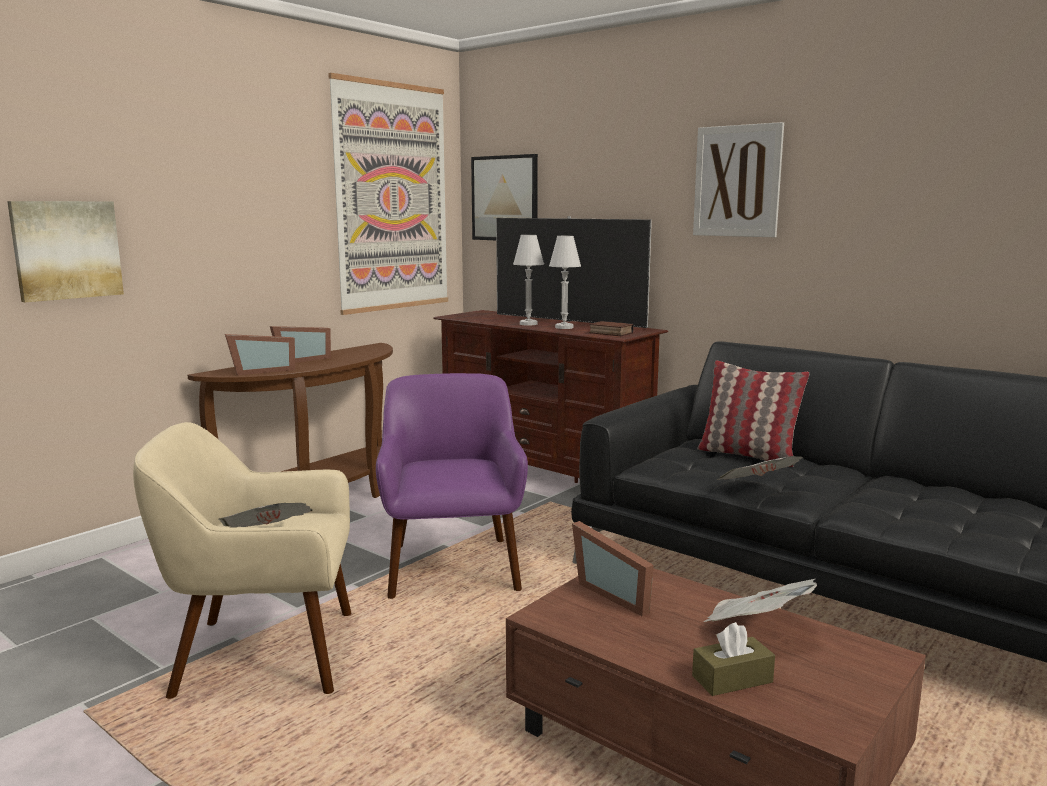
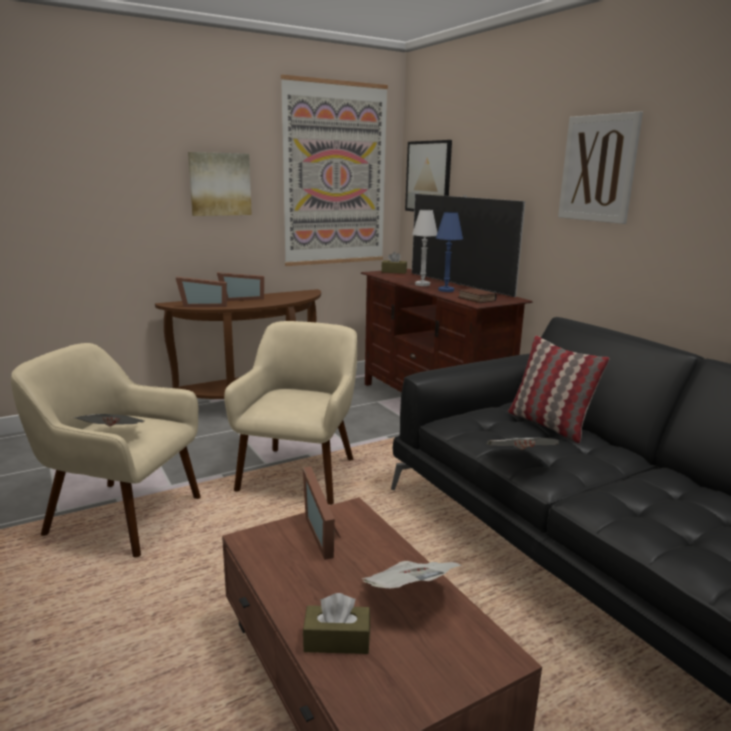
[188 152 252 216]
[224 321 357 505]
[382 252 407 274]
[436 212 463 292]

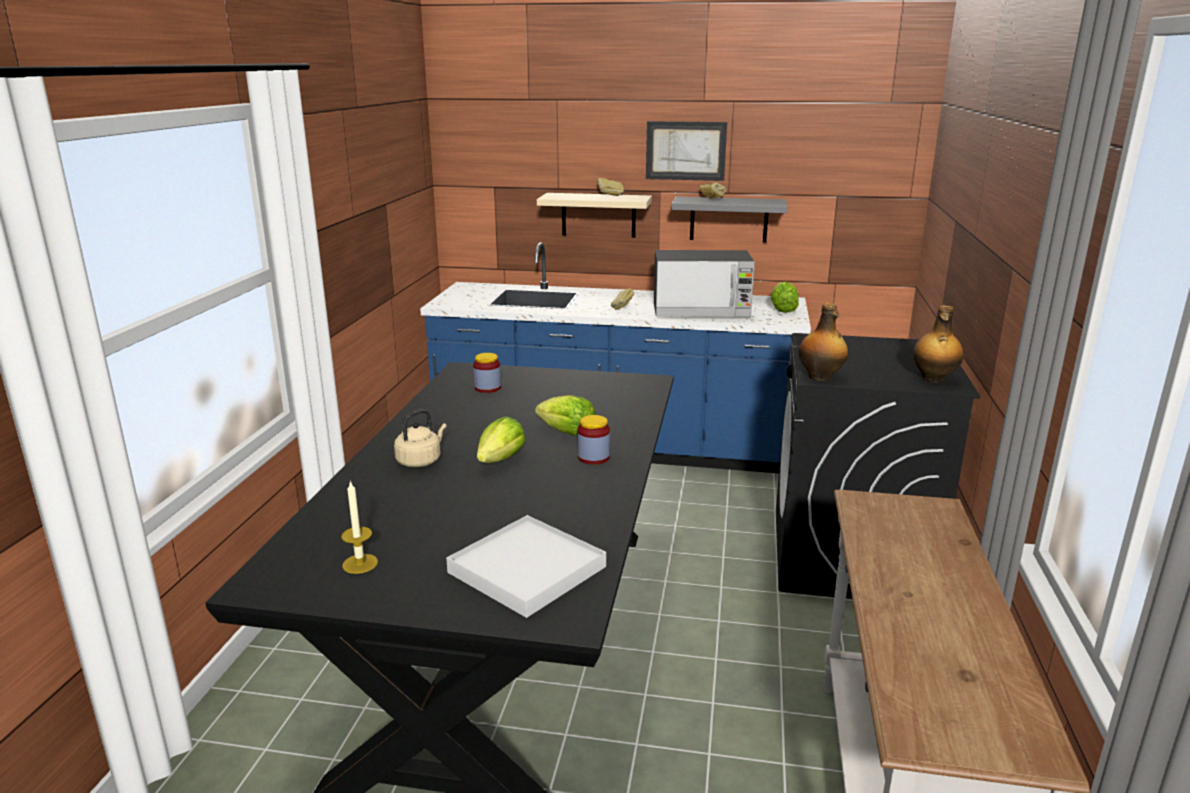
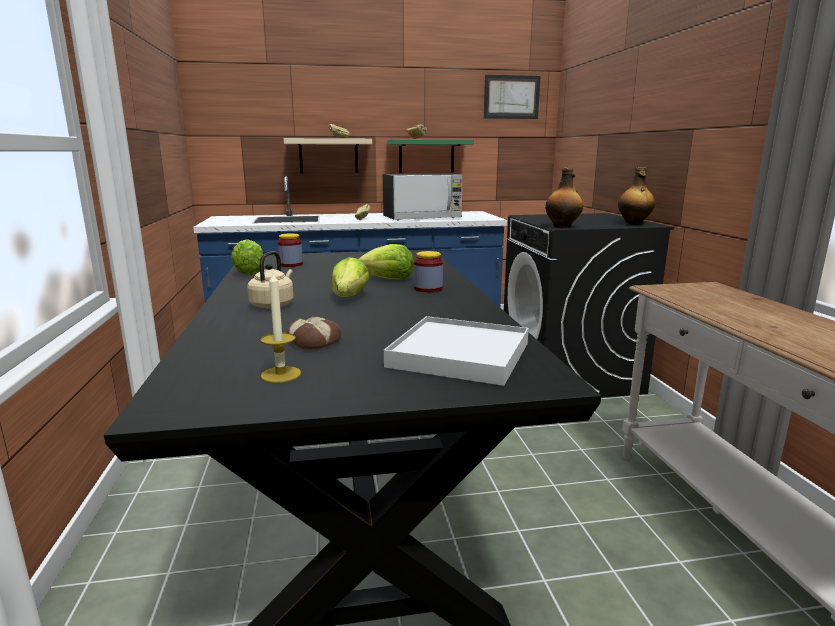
[231 239 265 275]
[286 317 341 350]
[387 139 474 173]
[484 75 541 119]

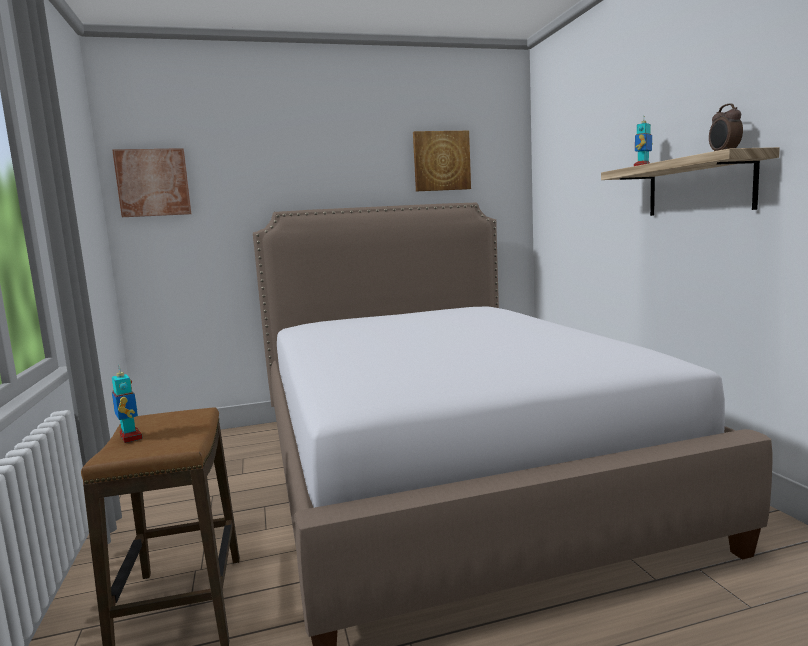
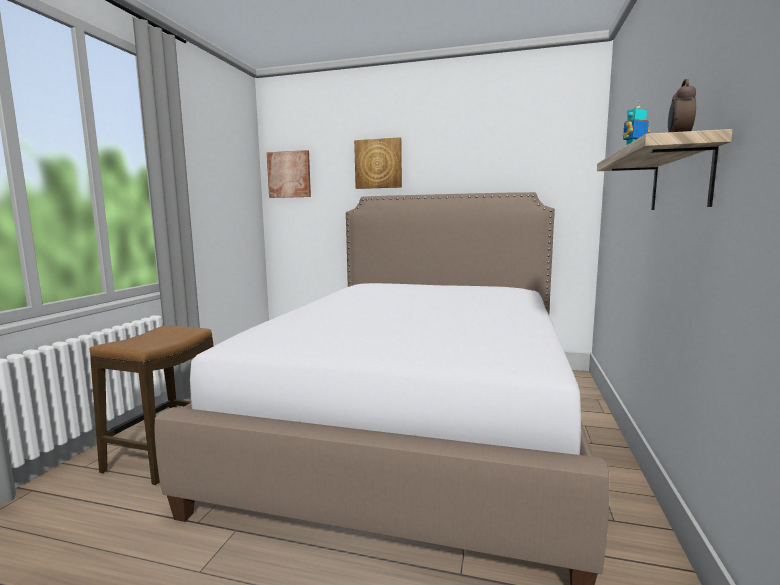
[354 137 402 189]
[112 365 143 443] (first image)

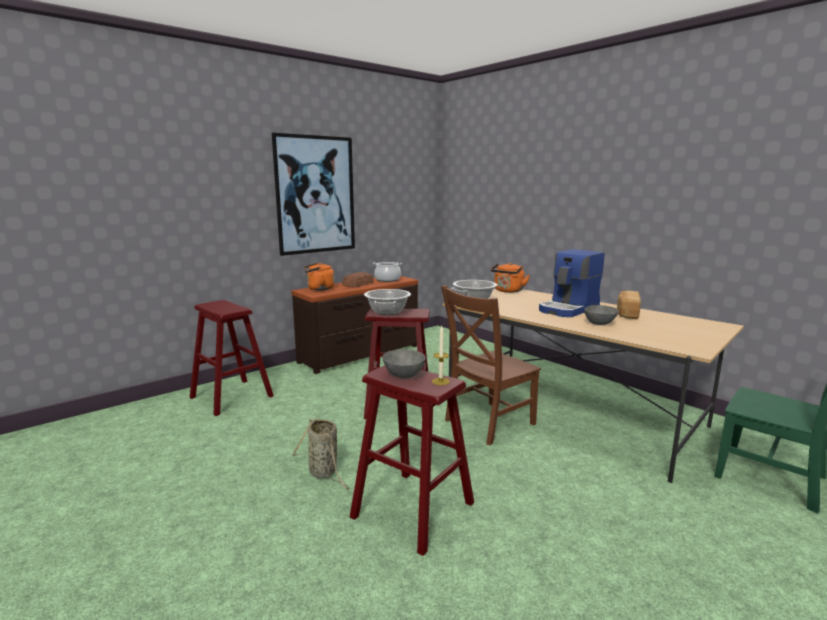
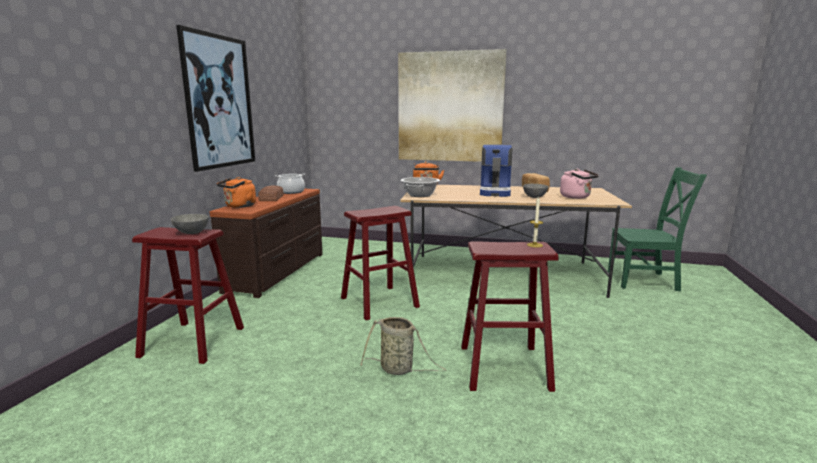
[170 214 209 234]
[398 49 507 162]
[560 169 599 199]
[364 289 411 315] (first image)
[441 285 541 445] (first image)

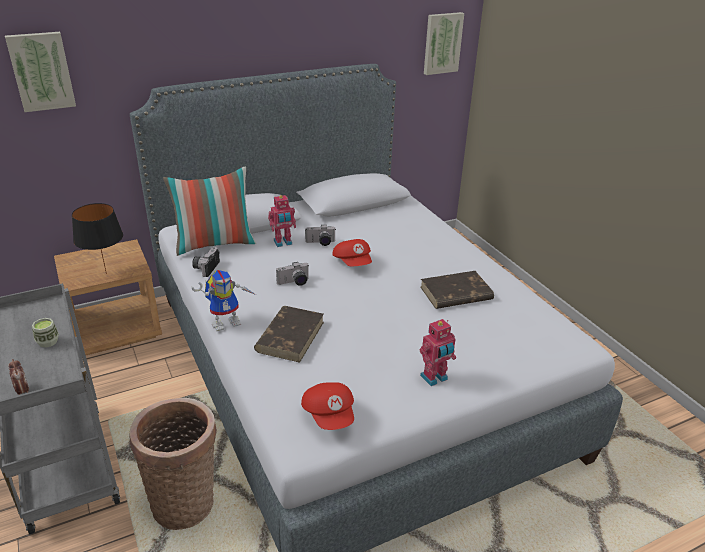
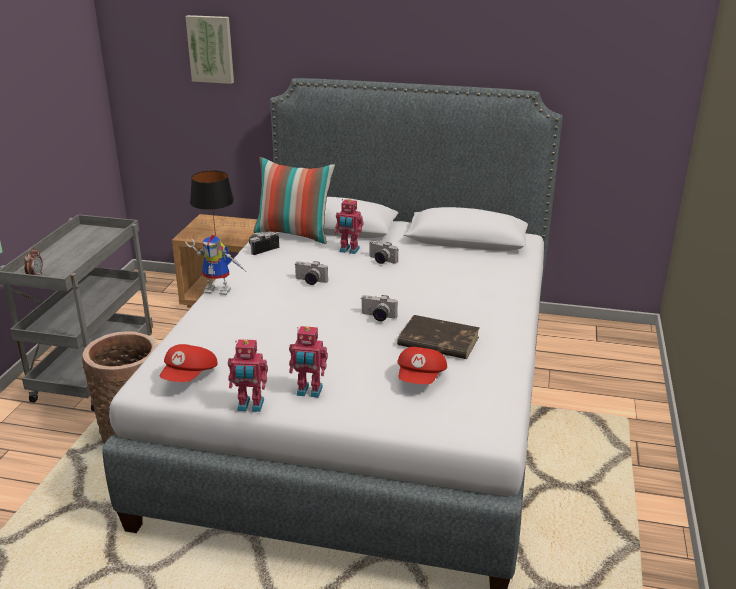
[228 339 268 412]
[361 295 398 321]
[397 347 447 384]
[32 318 59 348] (first image)
[254 306 324 363] (first image)
[424 12 464 75] (first image)

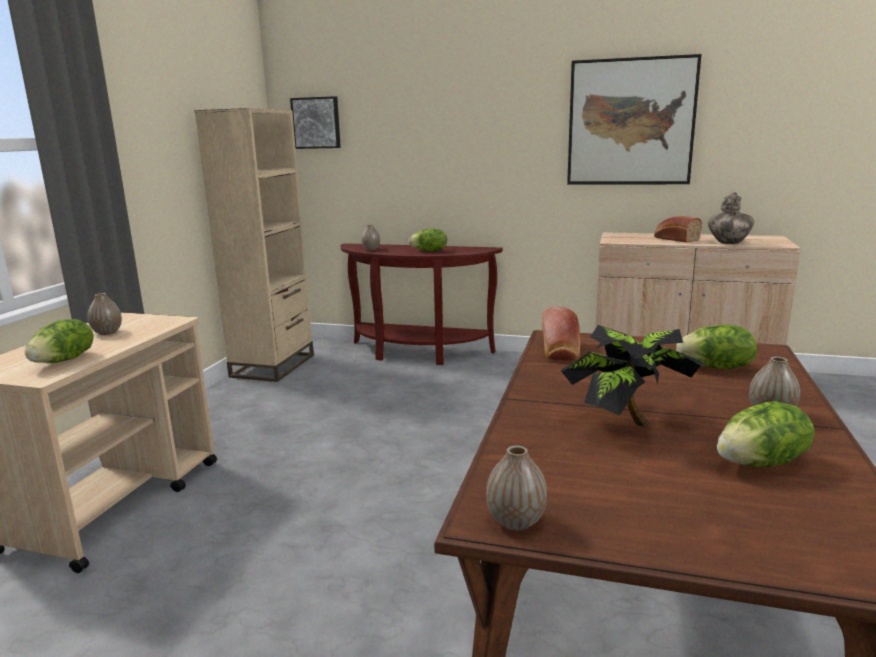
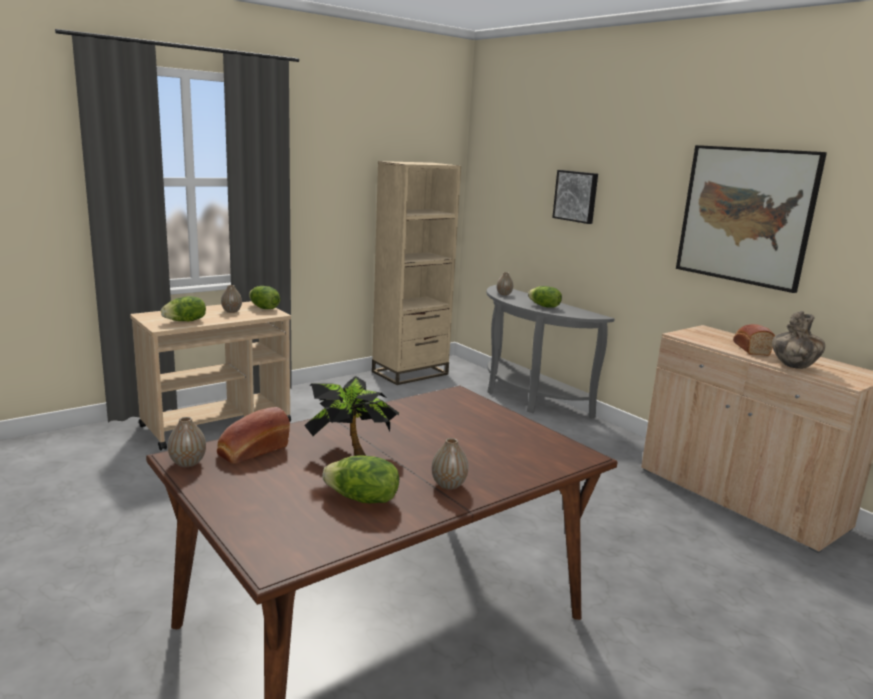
[217 407 290 464]
[249 286 280 309]
[486 285 615 419]
[552 170 598 224]

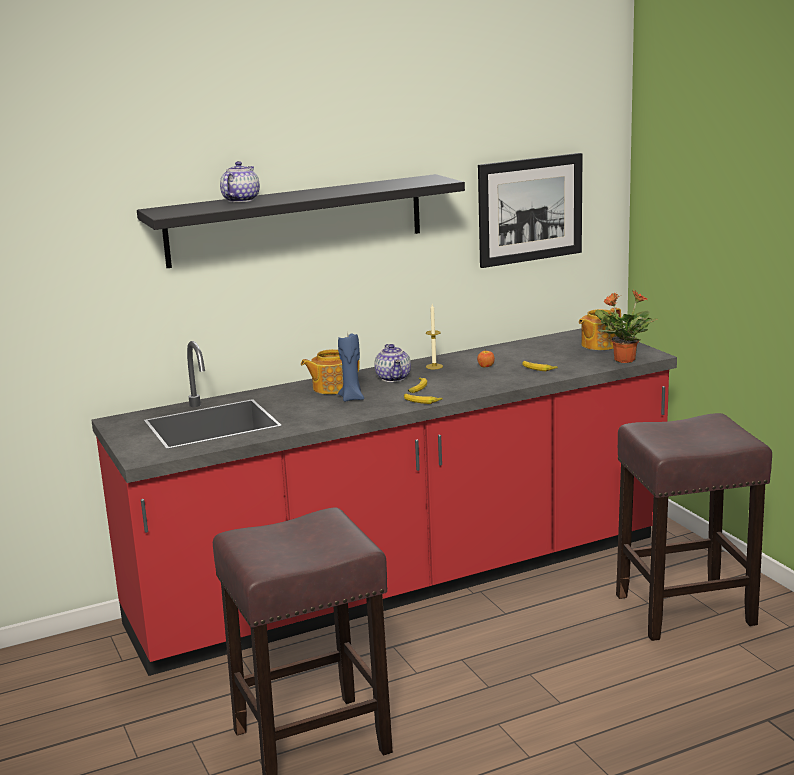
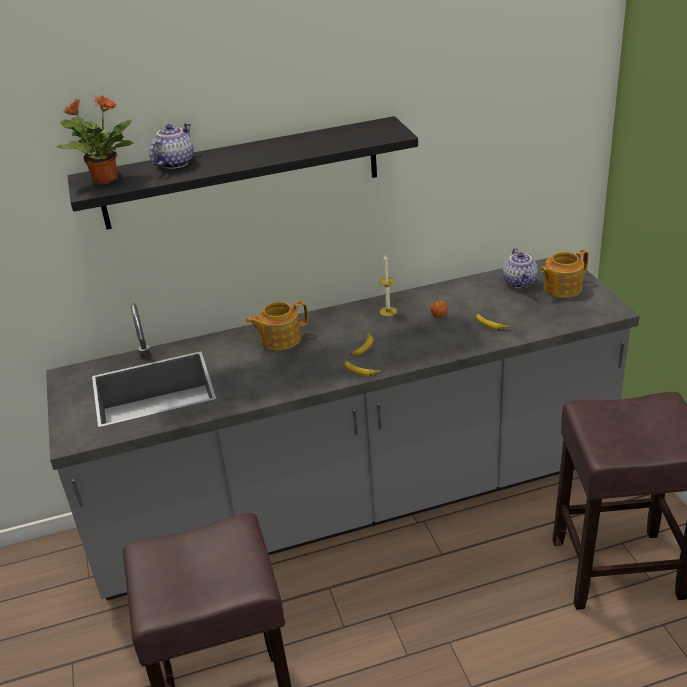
[46 258 640 600]
[57 95 134 184]
[503 248 538 288]
[338 333 364 402] (first image)
[478 153 583 268] (first image)

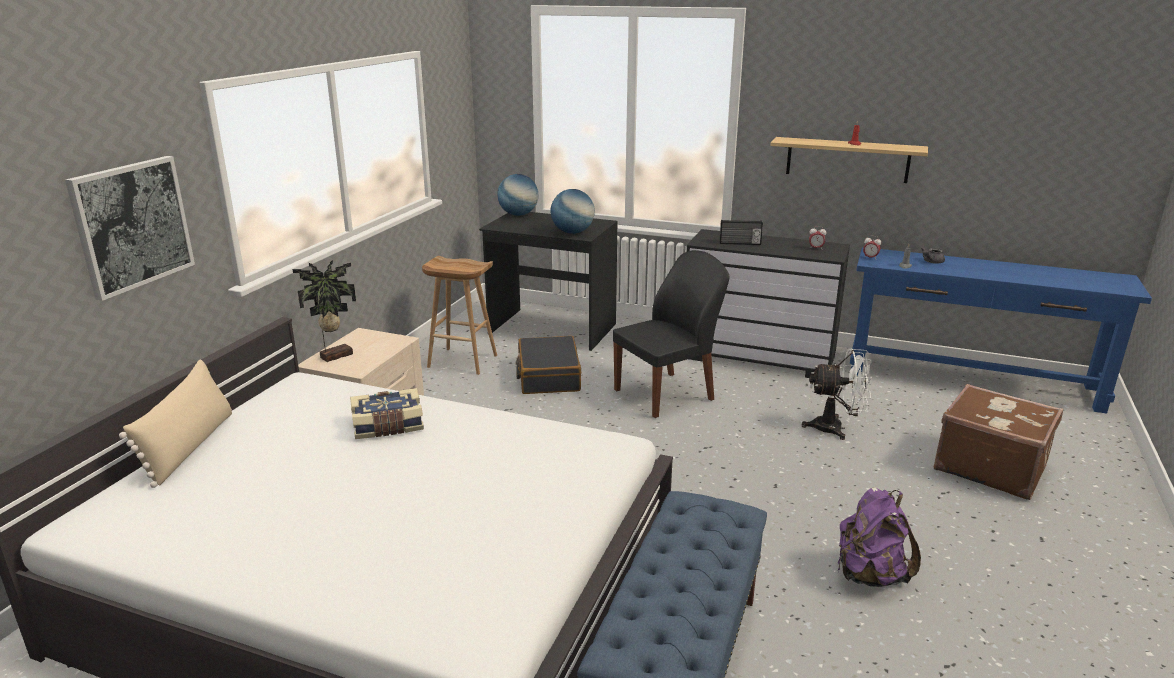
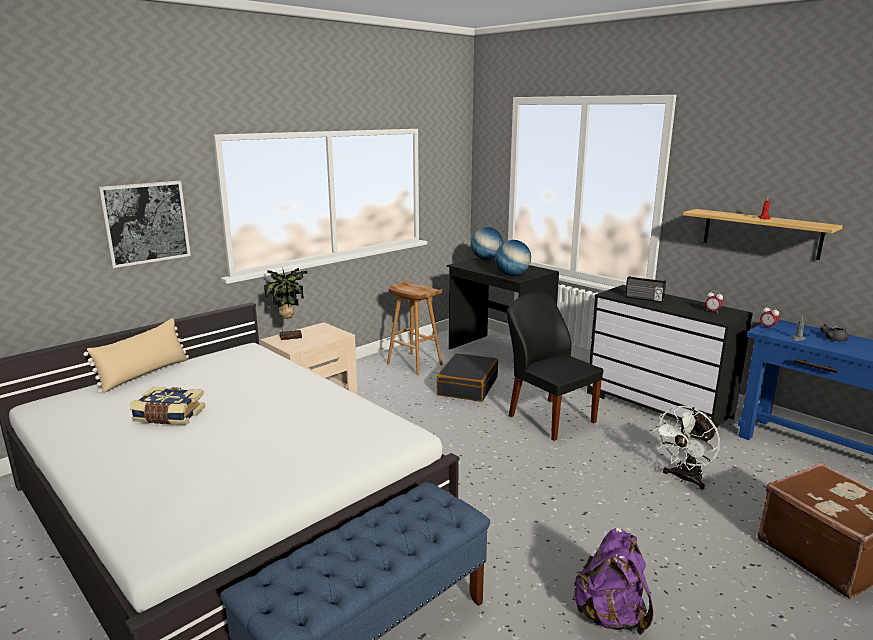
[130 387 205 425]
[507 292 604 441]
[653 406 720 490]

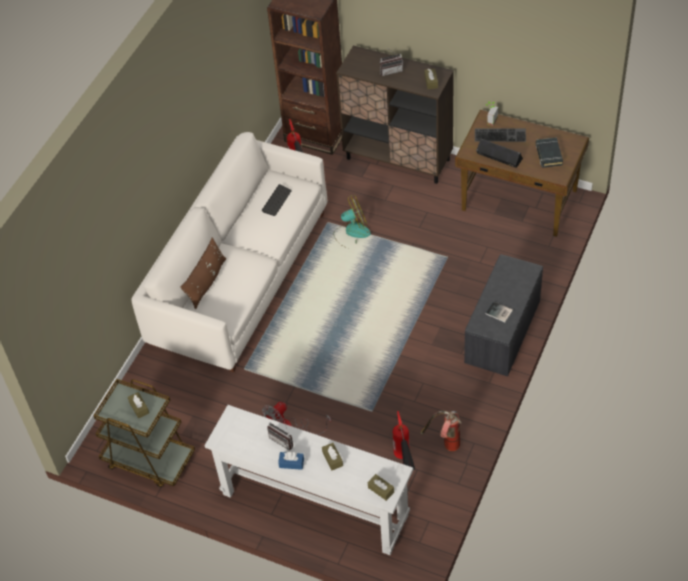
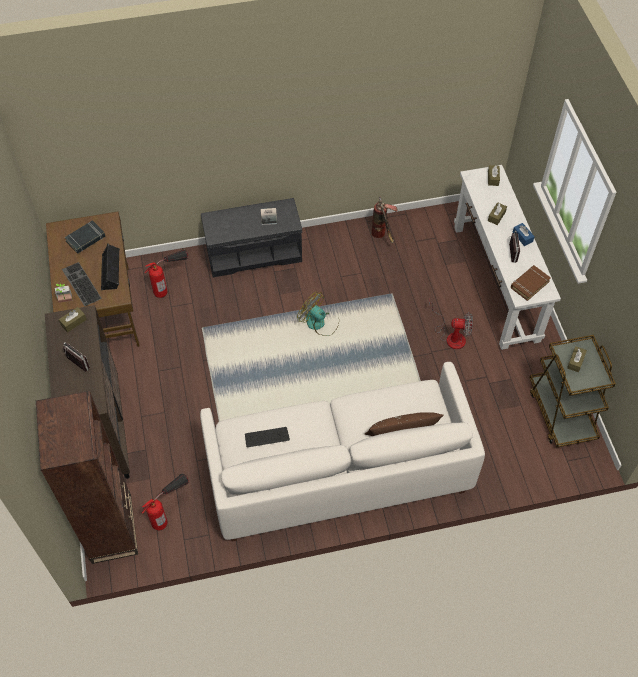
[144 250 188 298]
[297 291 339 336]
[511 265 551 301]

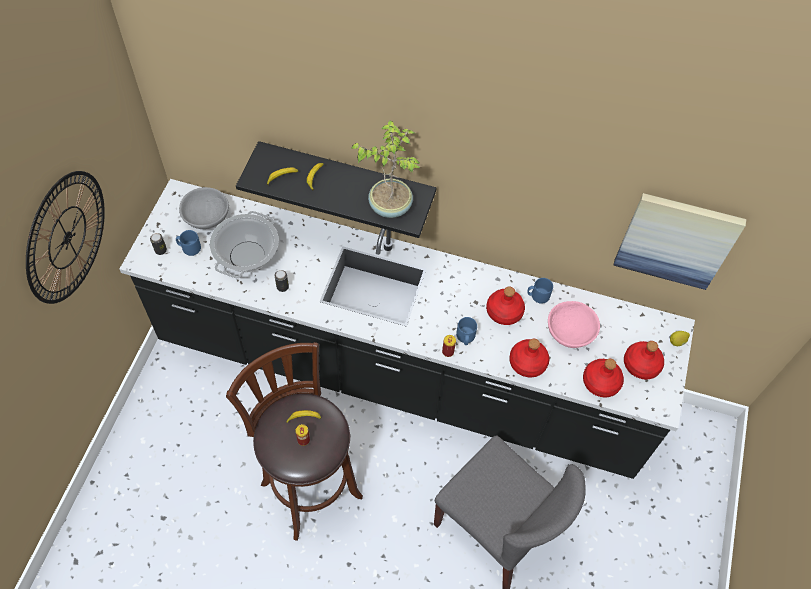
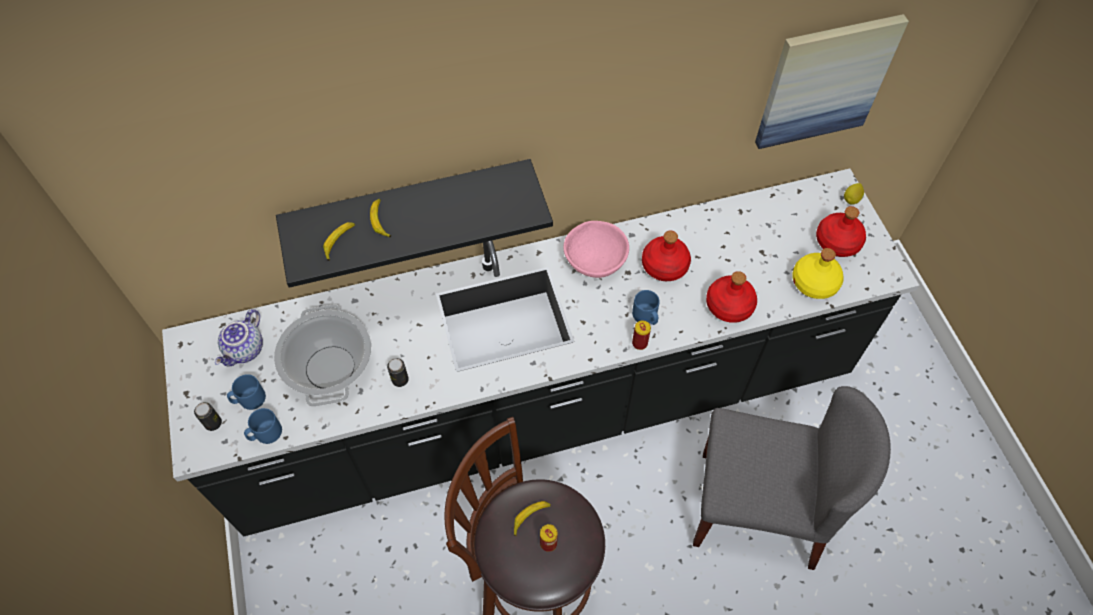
[215 309 263 367]
[244 408 282 444]
[564 221 629 278]
[792 248 844 299]
[26 171 105 304] (first image)
[352 120 420 218] (first image)

